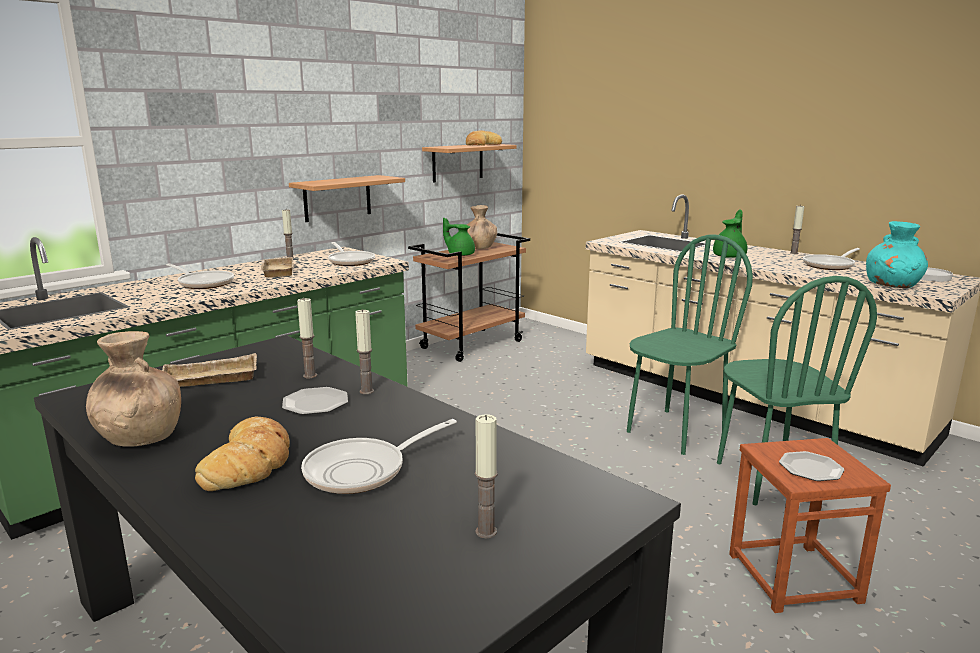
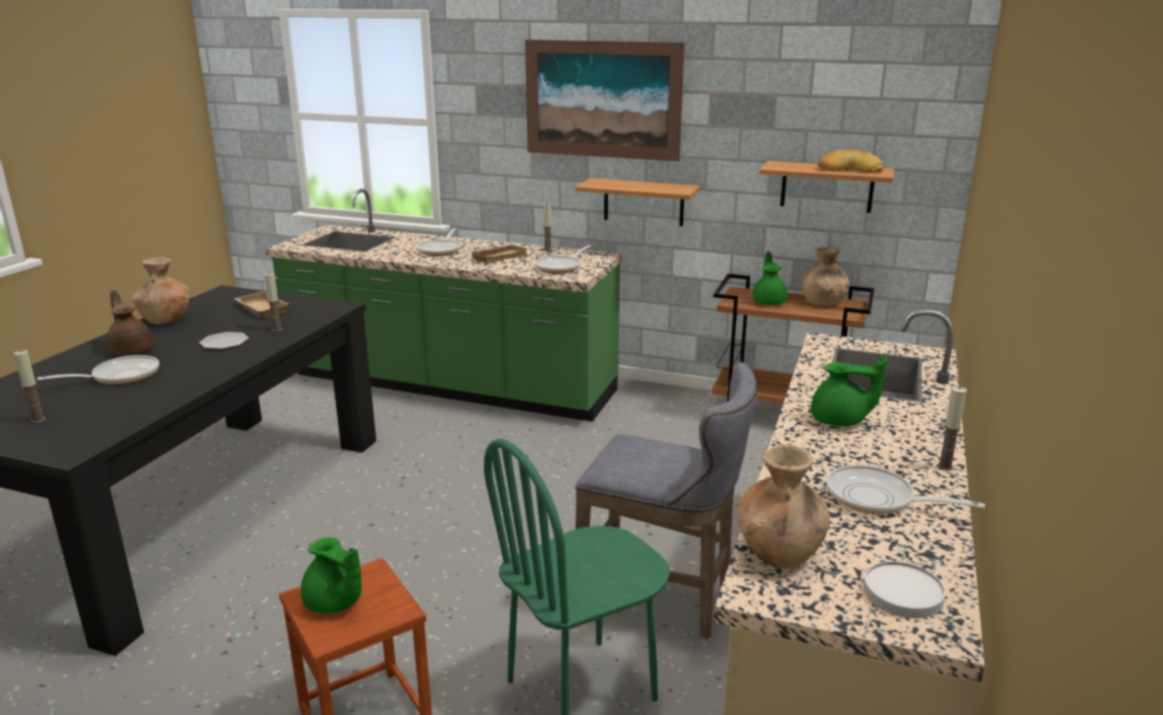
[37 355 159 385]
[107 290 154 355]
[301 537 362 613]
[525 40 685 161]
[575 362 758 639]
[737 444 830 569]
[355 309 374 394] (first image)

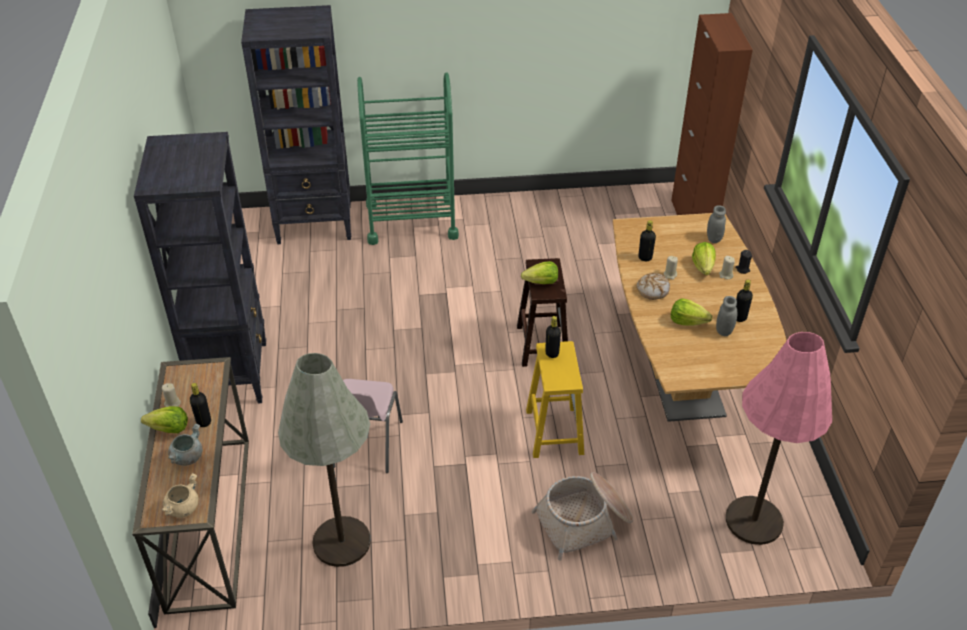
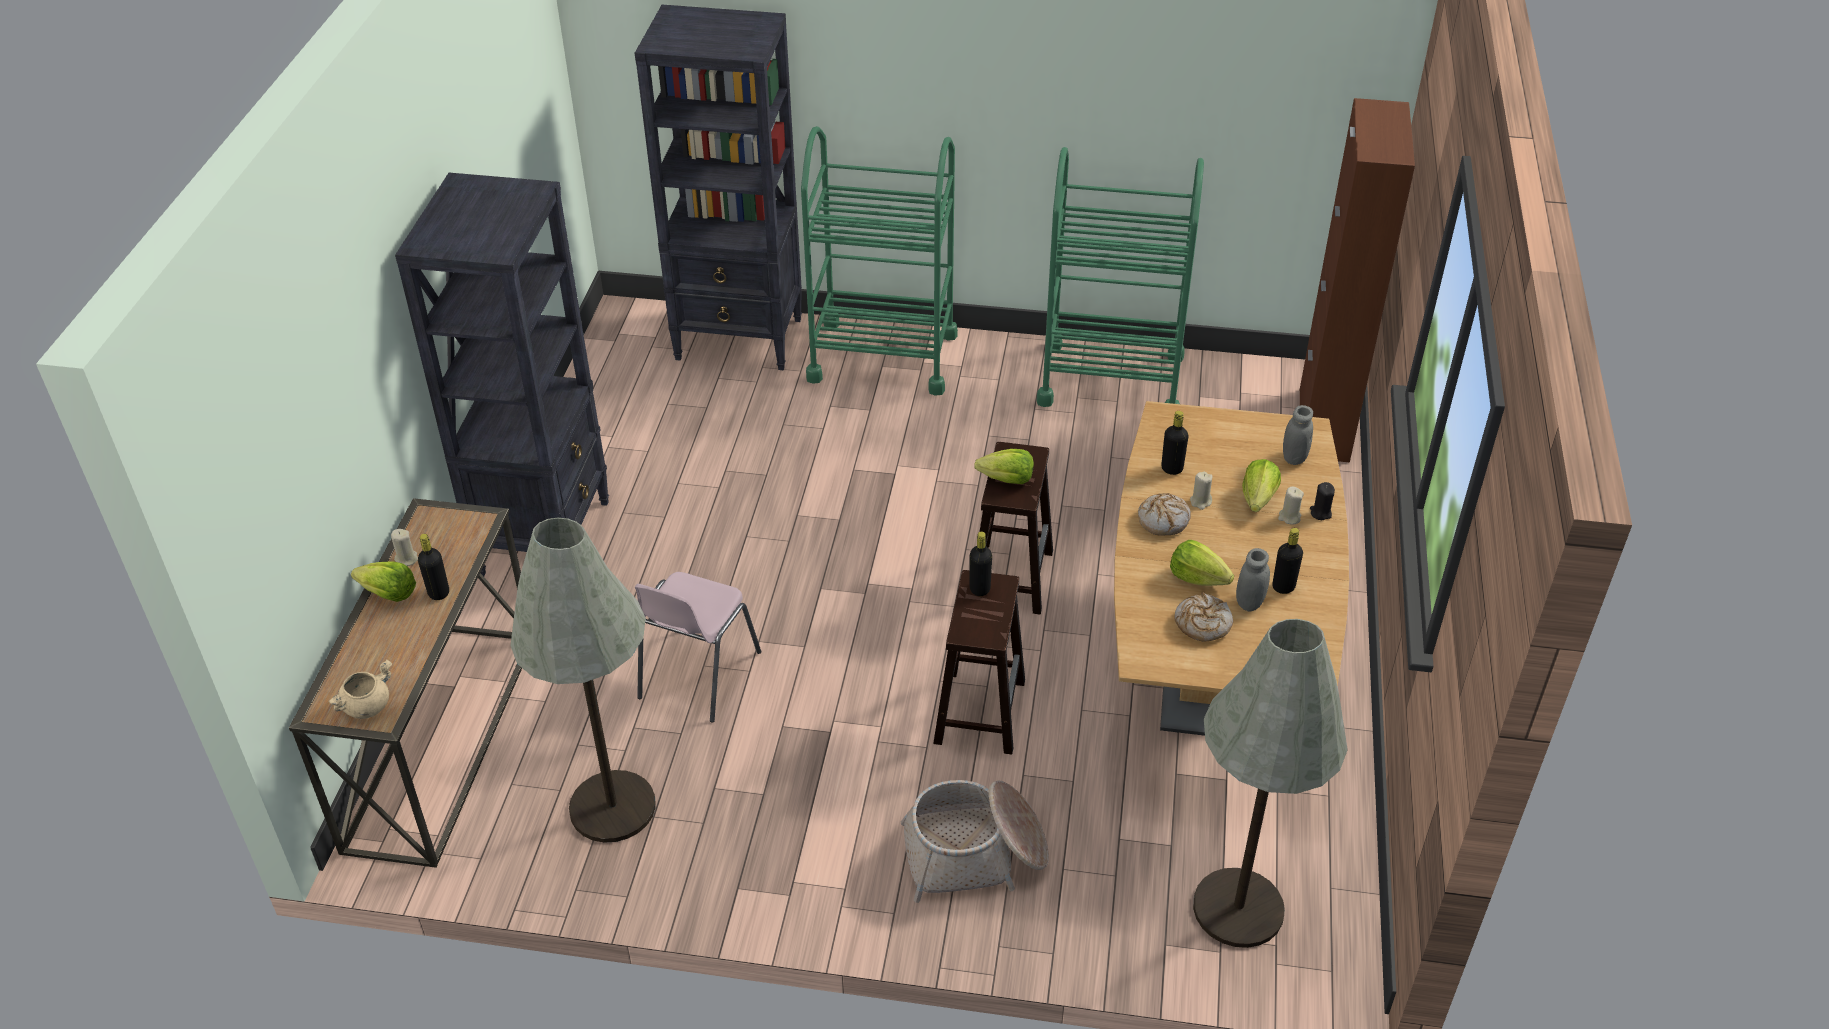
[933 570 1025 755]
[1037 147 1204 407]
[1174 592 1233 642]
[1193 619 1348 948]
[168 423 202 466] (first image)

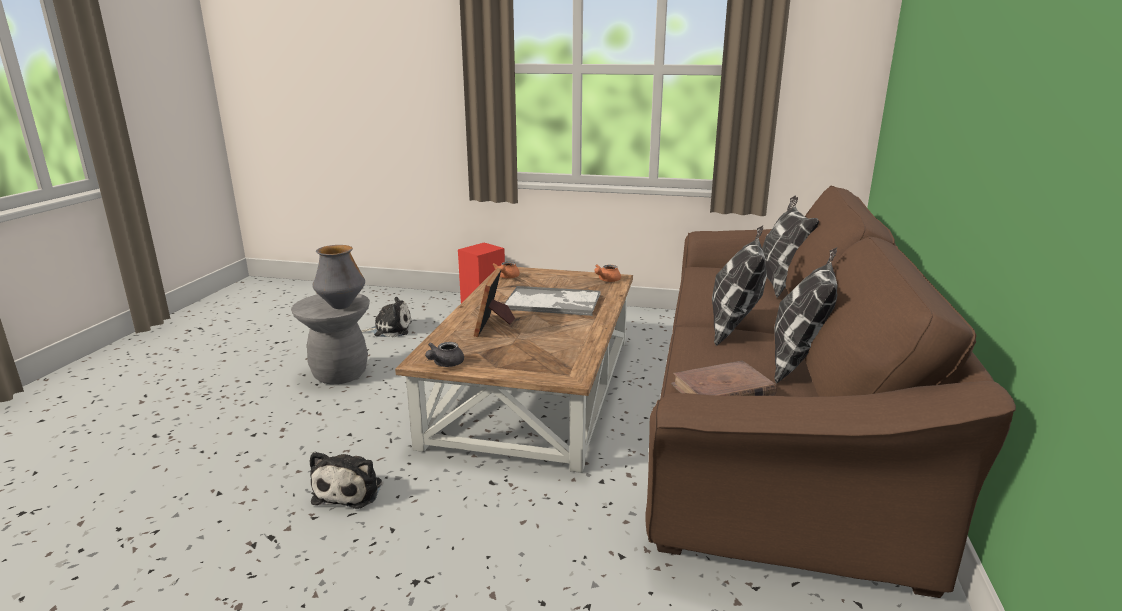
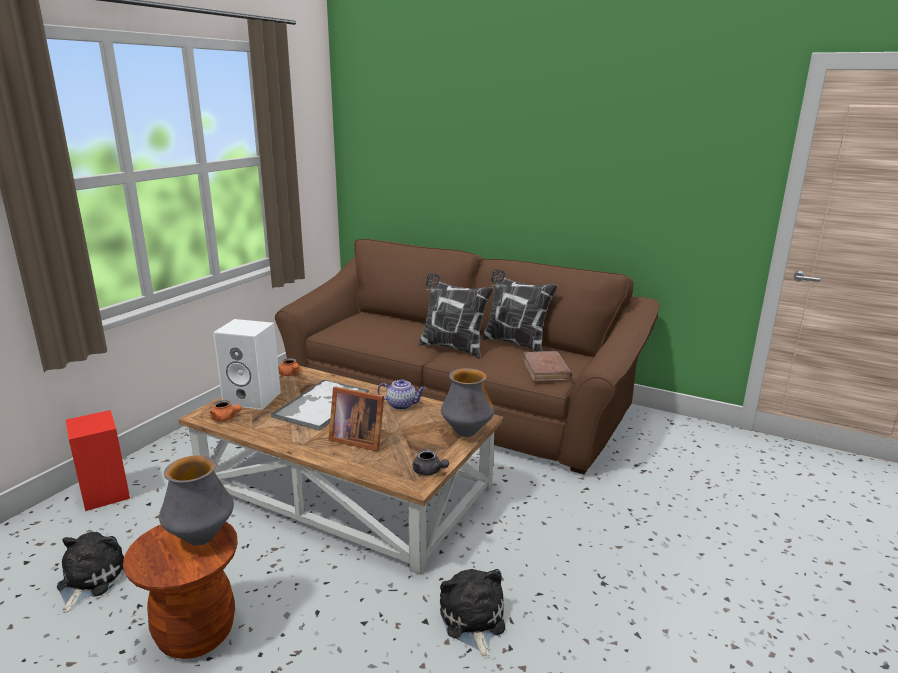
[123 522 238 659]
[213 319 281 410]
[377 379 425 410]
[440 569 505 658]
[441 368 494 437]
[762 195 819 298] (first image)

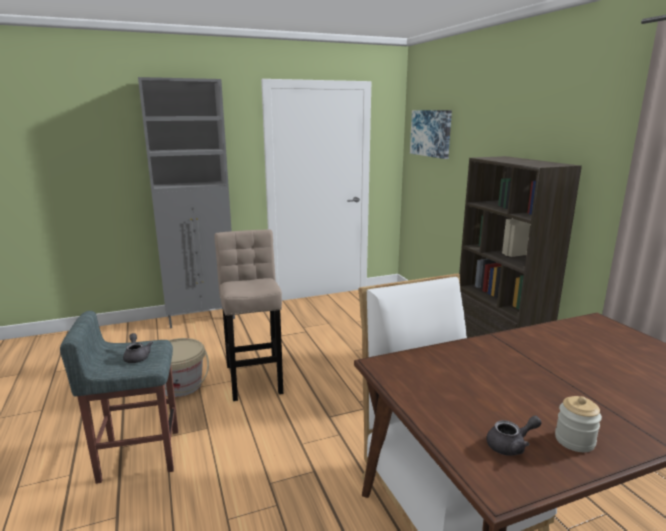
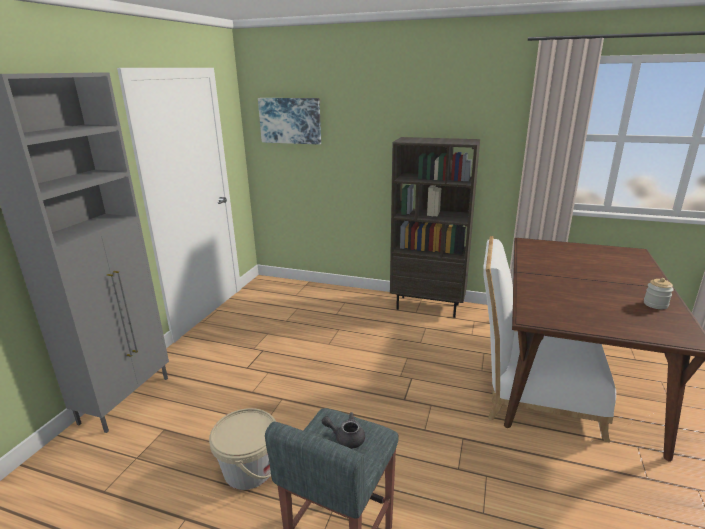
[214 230 283 401] (first image)
[486 416 542 456] (first image)

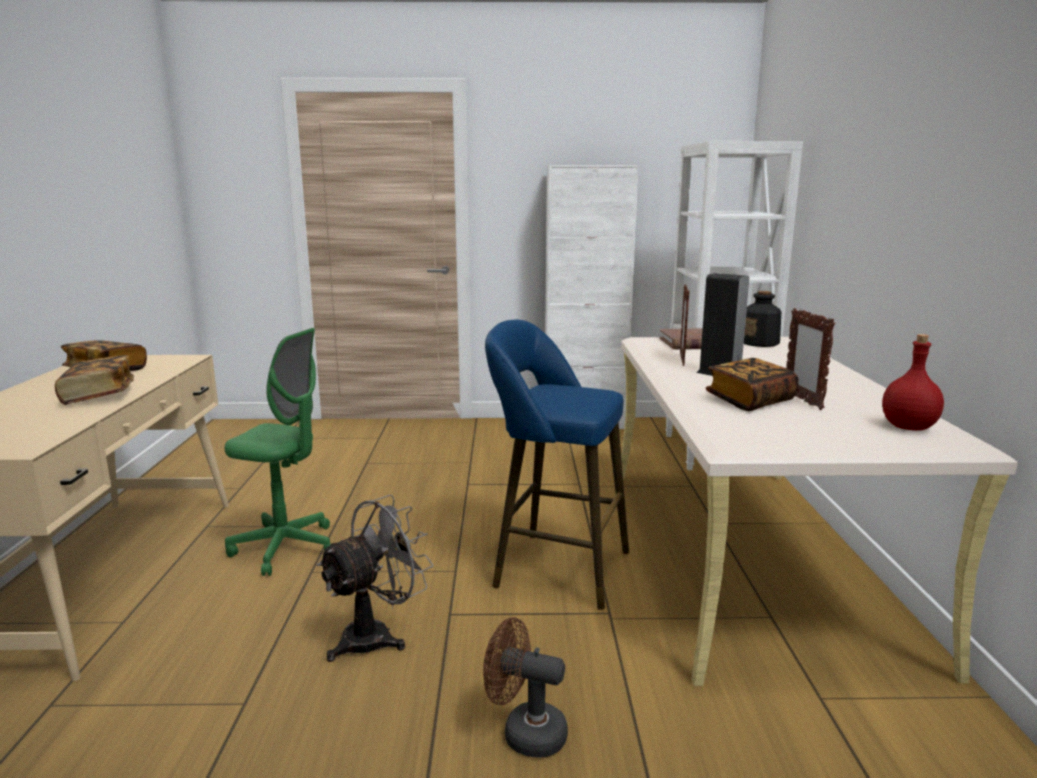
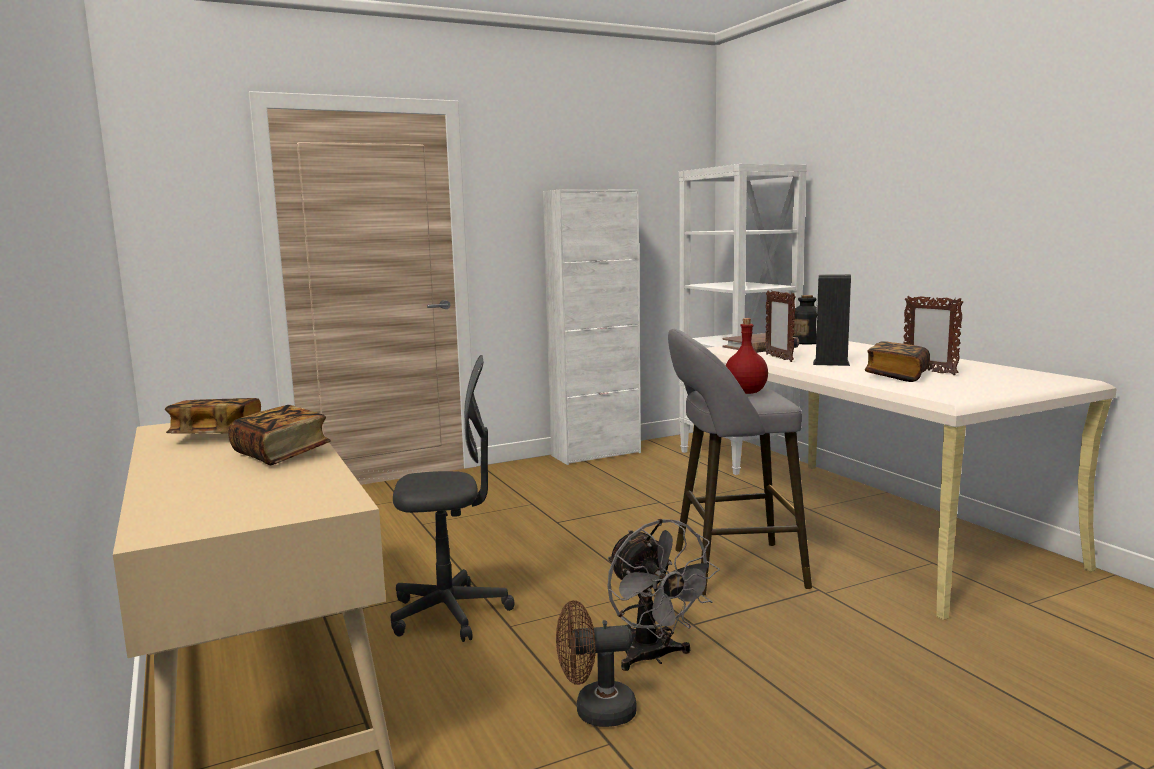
[391 355 515 642]
[556 600 637 727]
[608 519 720 671]
[668 329 812 595]
[726 318 768 394]

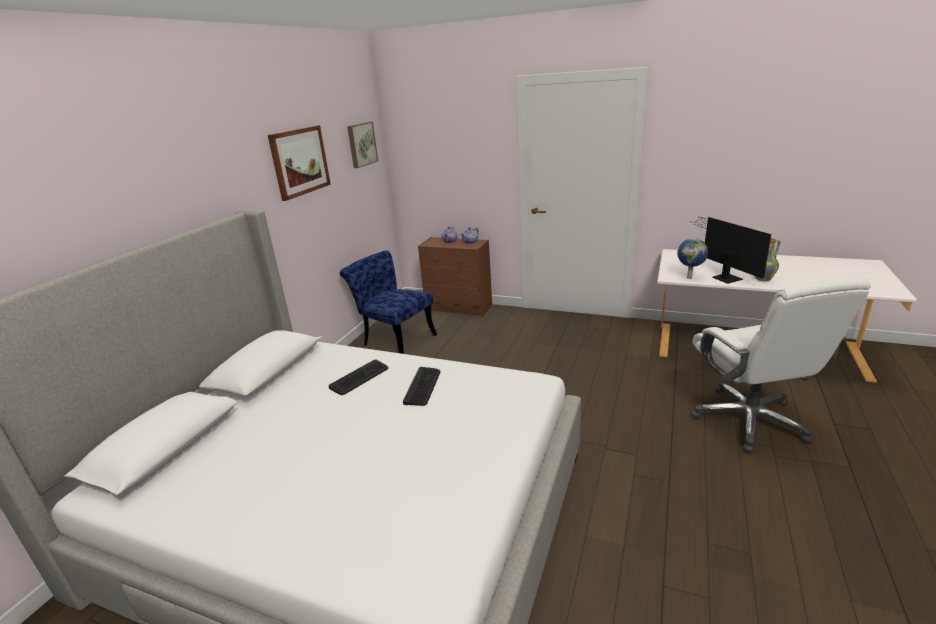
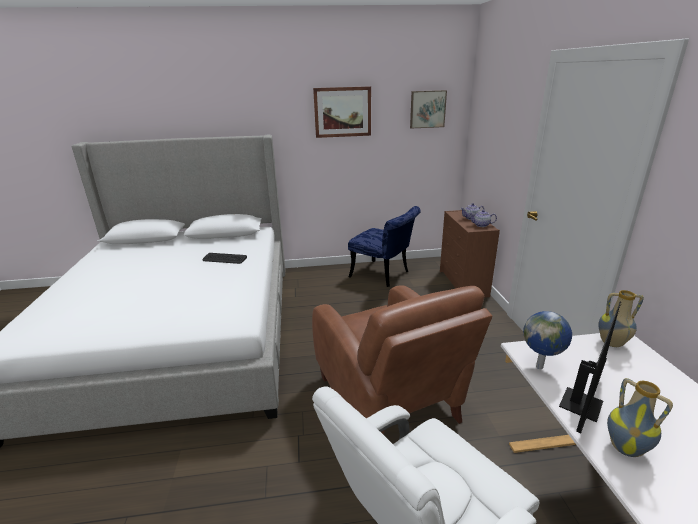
[312 285 492 435]
[348 206 421 287]
[598 290 644 347]
[403 367 440 406] (first image)

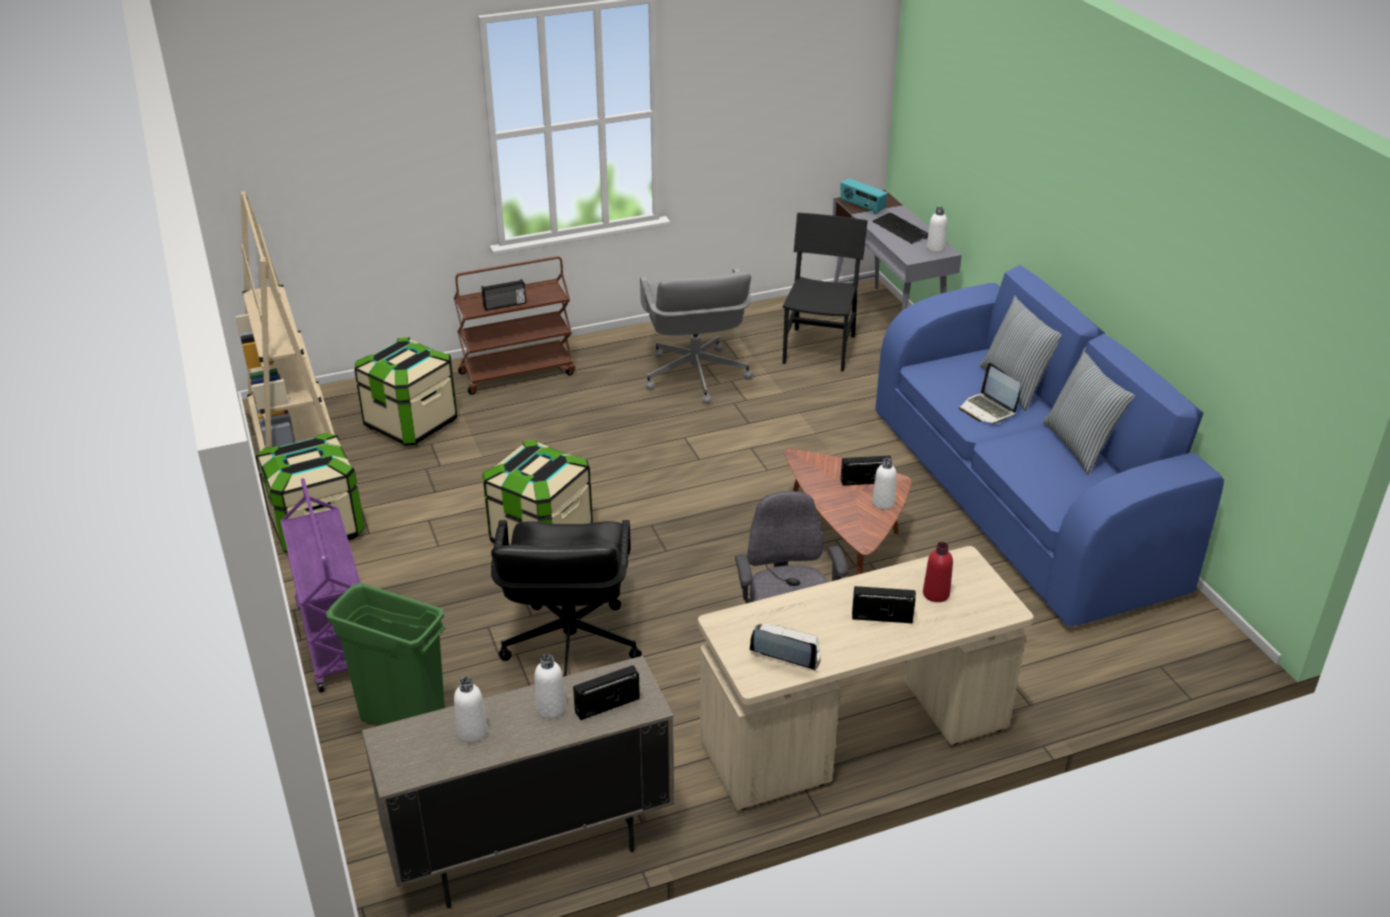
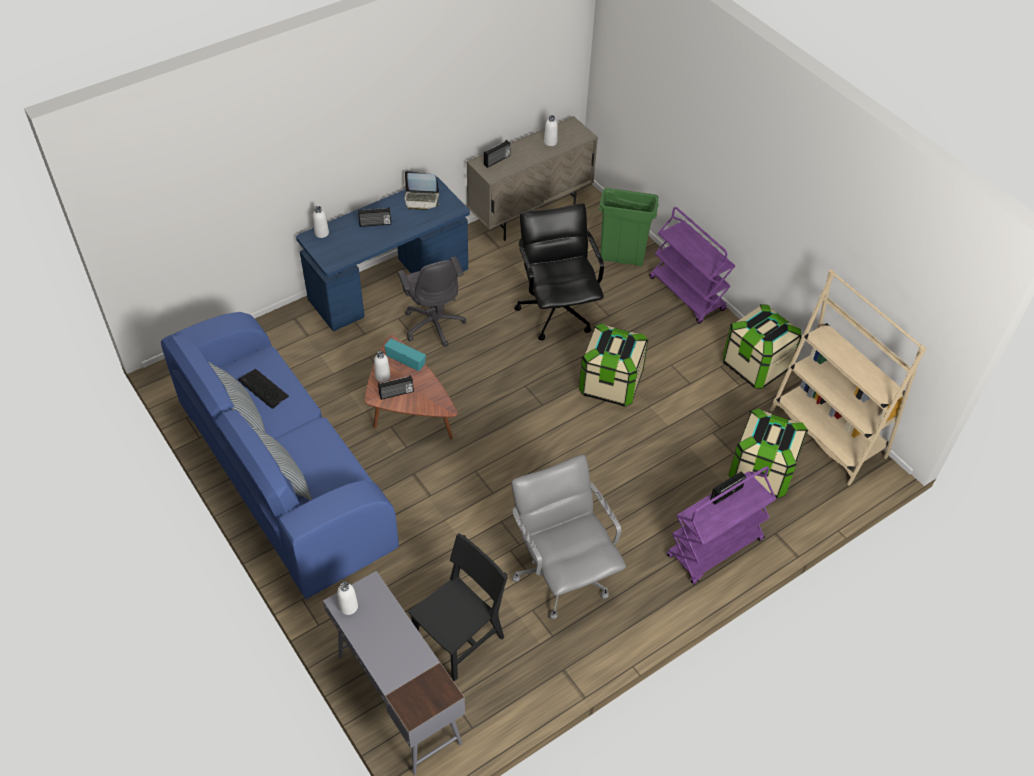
[238 369 289 409]
[296 177 470 331]
[313 206 329 238]
[384 339 426 371]
[408 533 508 681]
[667 466 776 584]
[923 542 953 602] (first image)
[959 363 1021 424] (first image)

